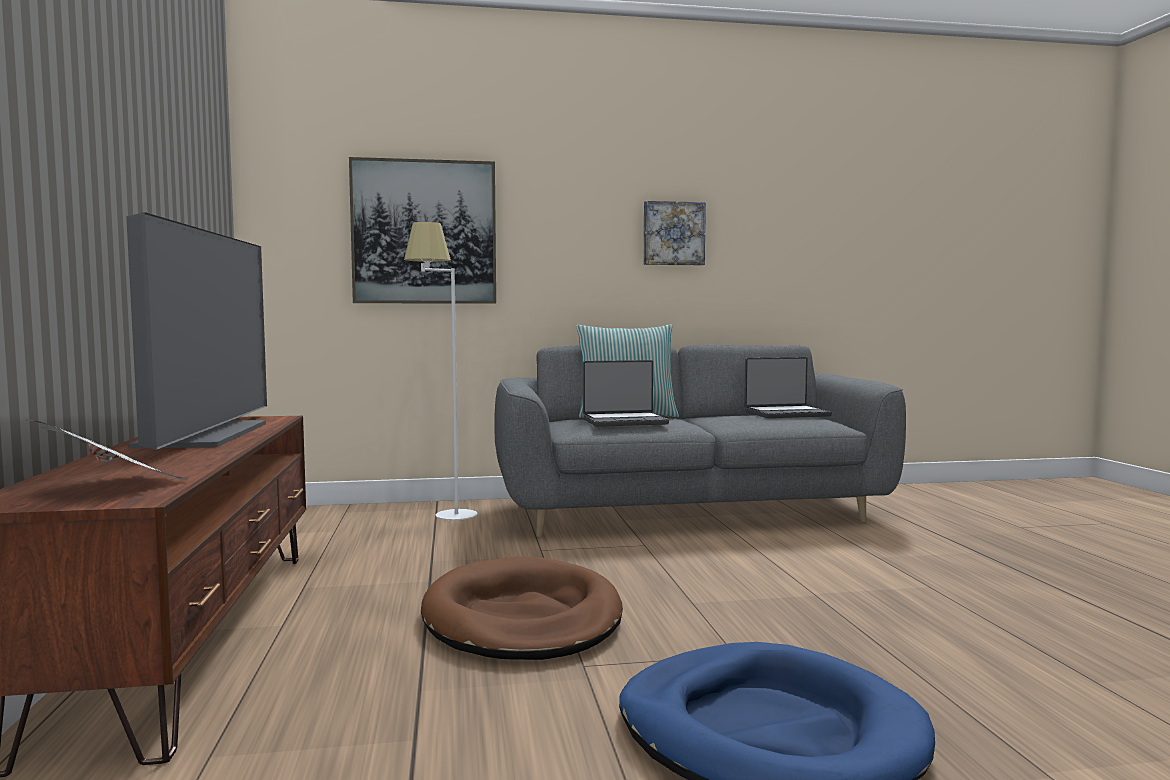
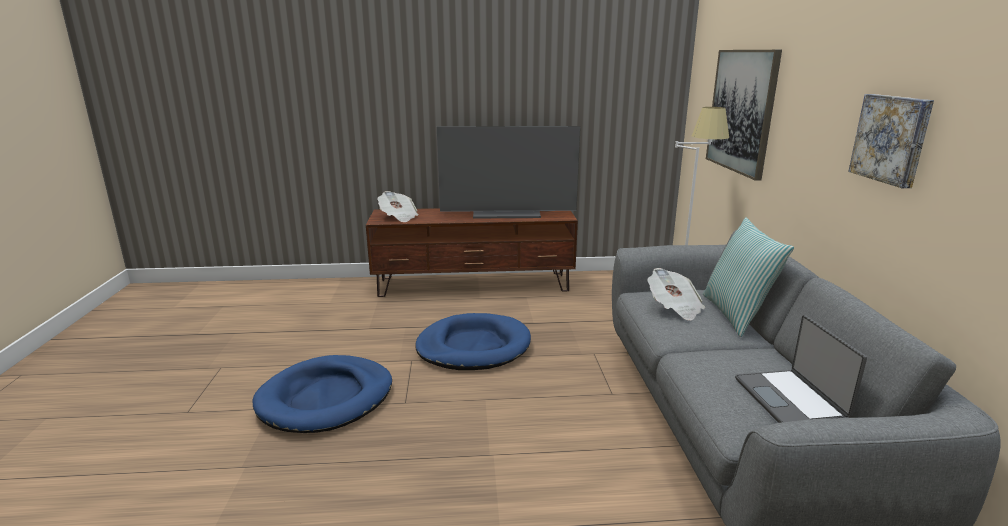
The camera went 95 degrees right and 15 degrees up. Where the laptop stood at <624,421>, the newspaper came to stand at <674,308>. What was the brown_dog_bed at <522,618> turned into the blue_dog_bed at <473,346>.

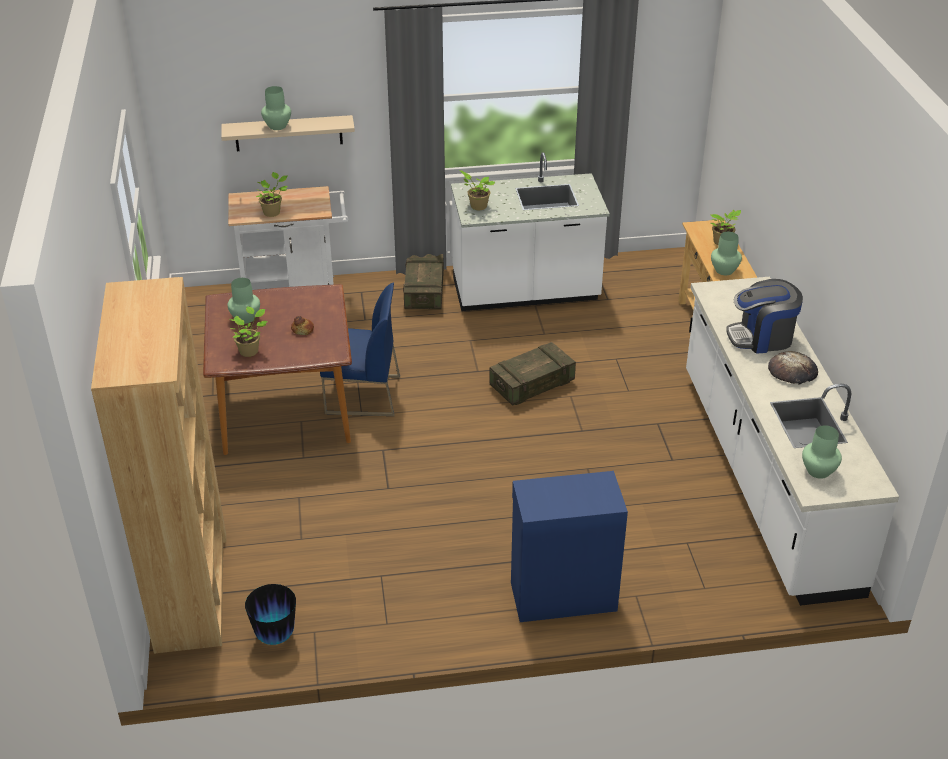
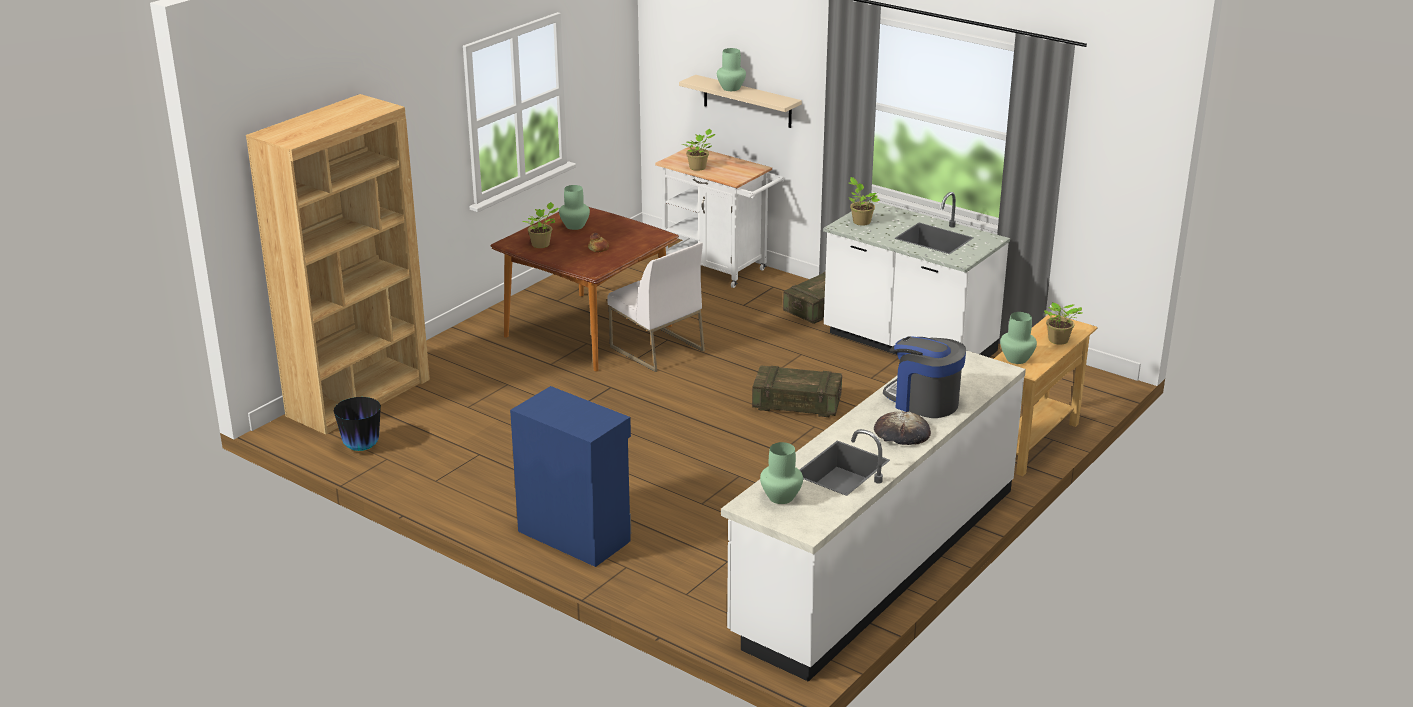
The camera went 45 degrees right and 10 degrees down. What was the blue_chair at <362,395> turned into the white_chair at <656,349>.

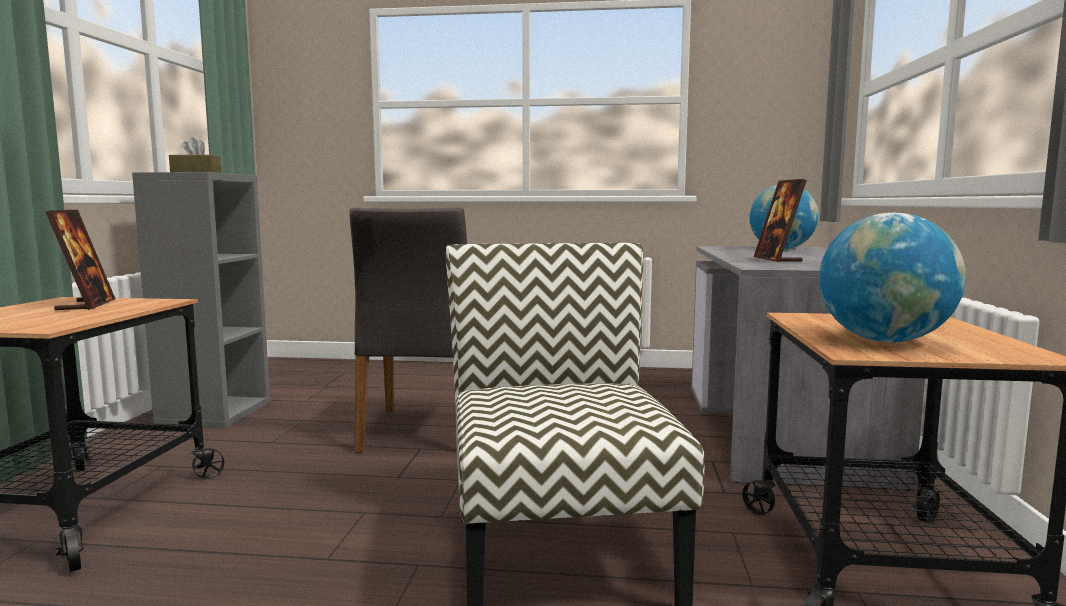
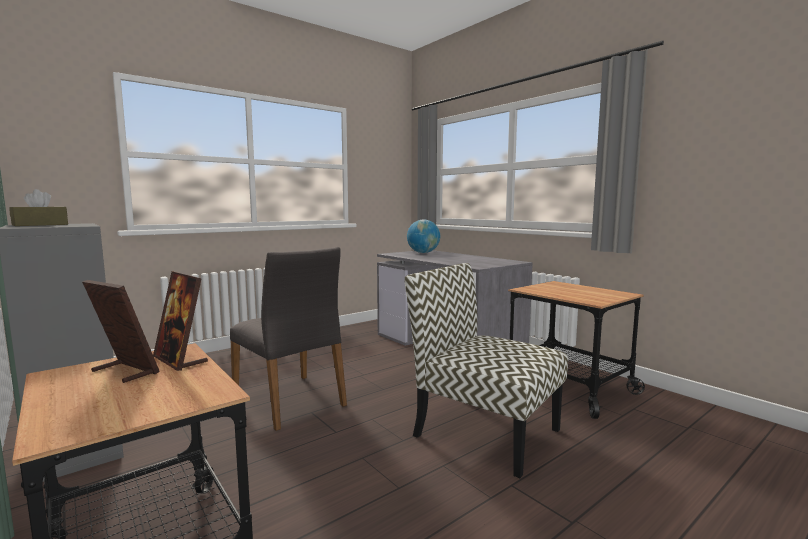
The camera went 45 degrees left and 0 degrees up. The second view lost the globe at <884,341>. The picture_frame ended up elsewhere, having gone from <777,259> to <180,360>.

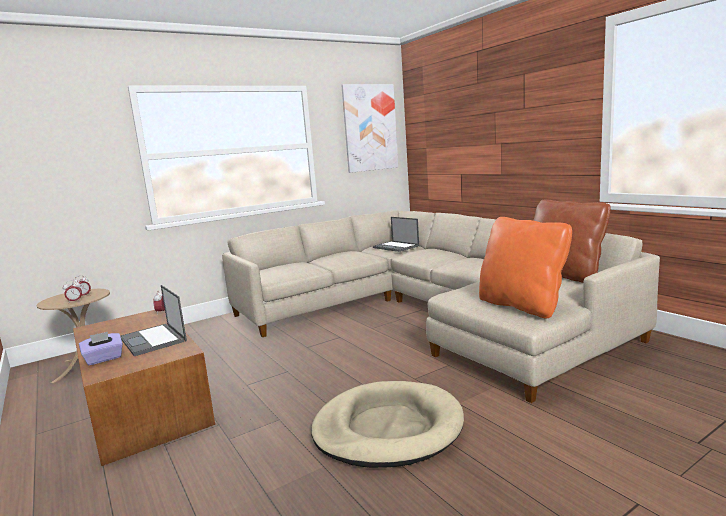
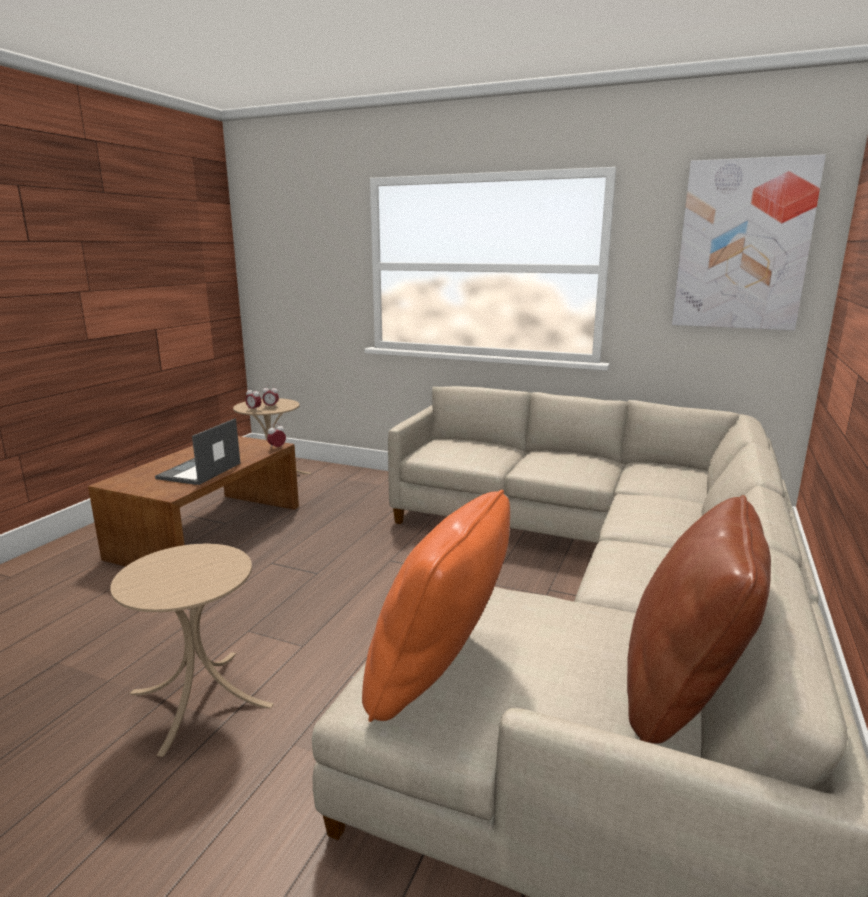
The camera went 55 degrees right and 5 degrees up. The second view lost the purple_tissue_box at <104,359>. The second view lost the laptop at <396,247>. Where the beige_dog_bed stood at <387,428>, the beige_side_table came to stand at <201,699>.

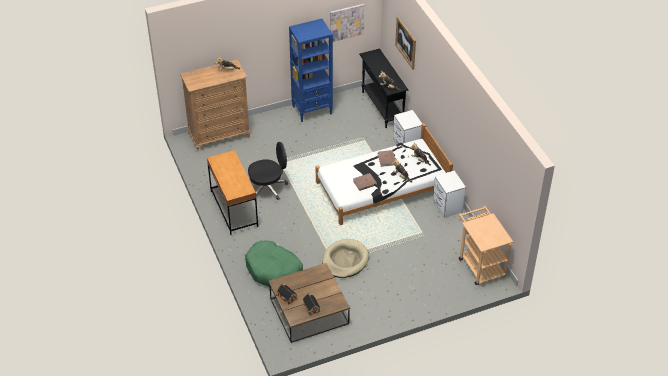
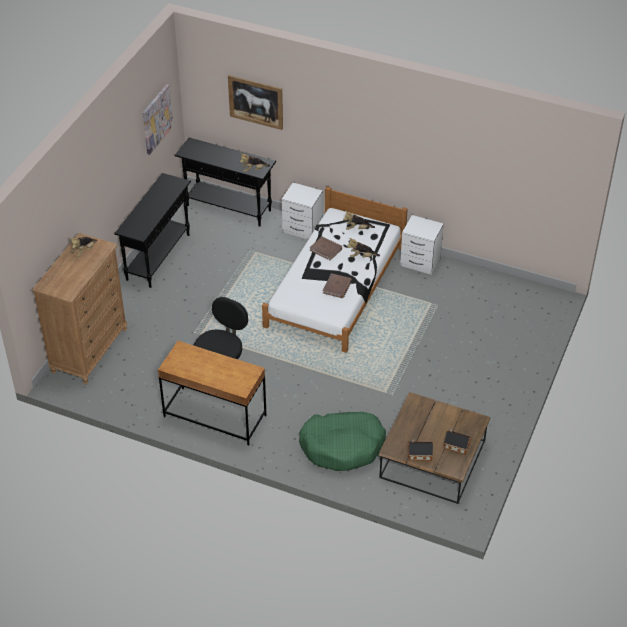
The camera went 45 degrees left and 0 degrees up. The second view lost the beige_dog_bed at <345,260>. The second view lost the beige_cart at <479,264>. Where the blue_bookcase stood at <312,110>, the black_console_table came to stand at <158,257>.

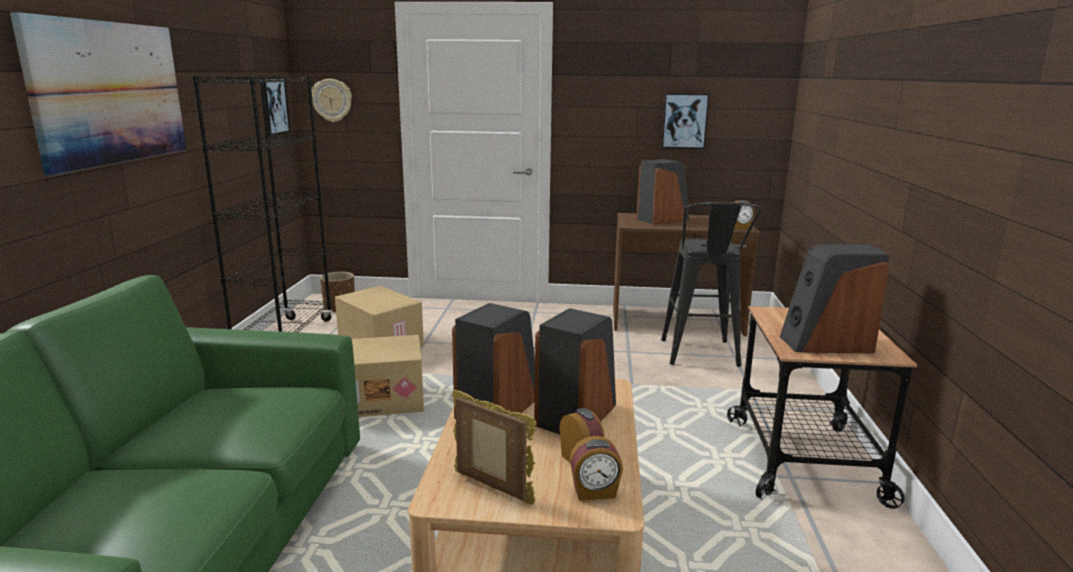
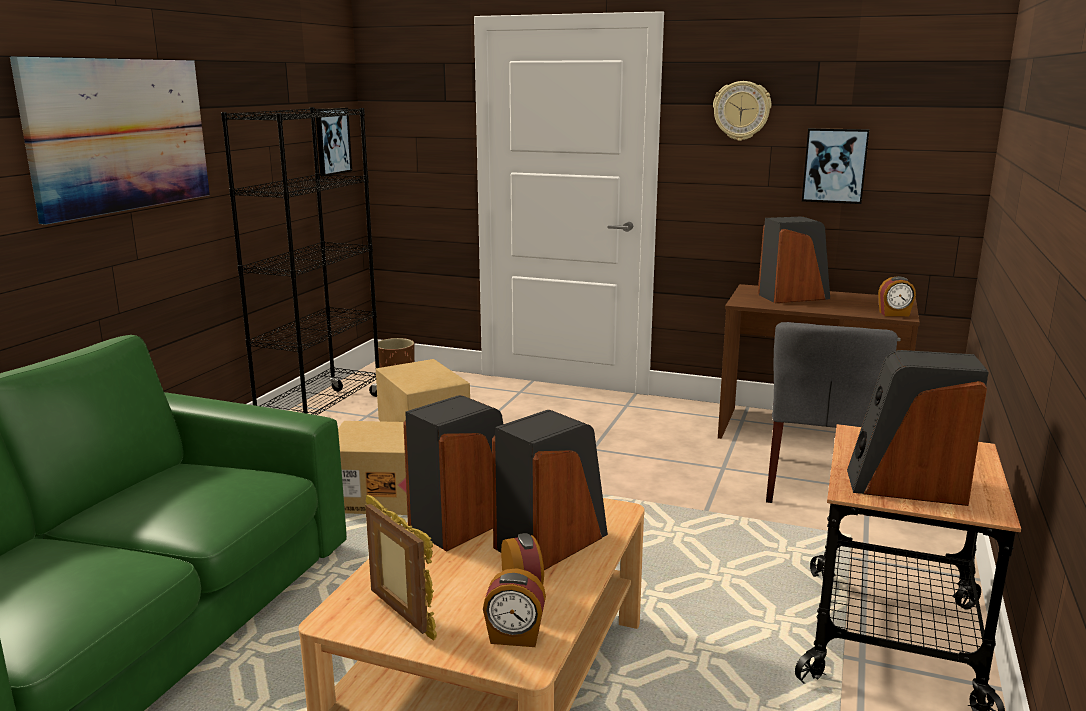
The camera went 15 degrees right and 0 degrees up. The wall_clock ended up elsewhere, having gone from <332,100> to <741,110>. Where the black_stool stood at <700,357>, the grey_chair came to stand at <818,484>.

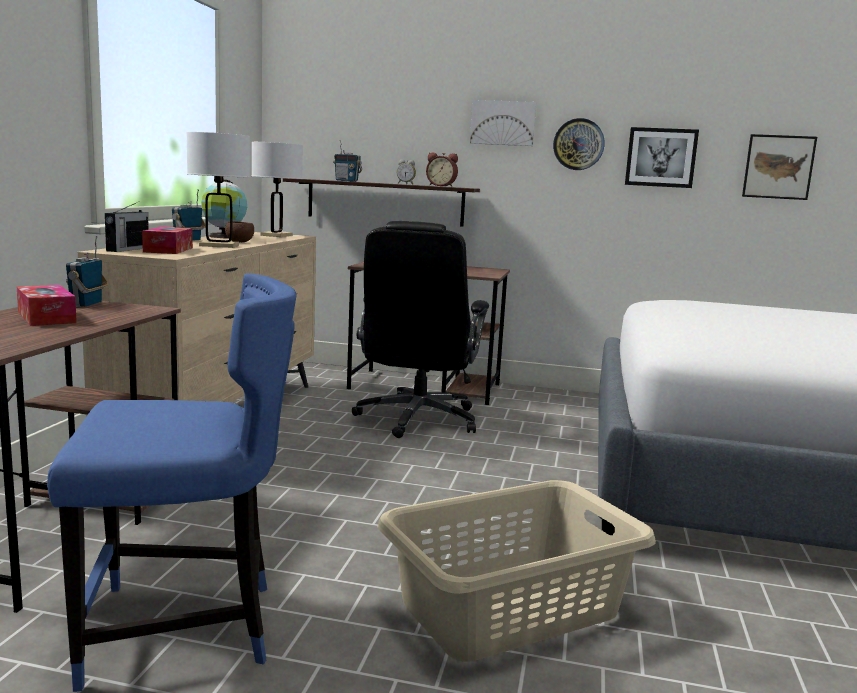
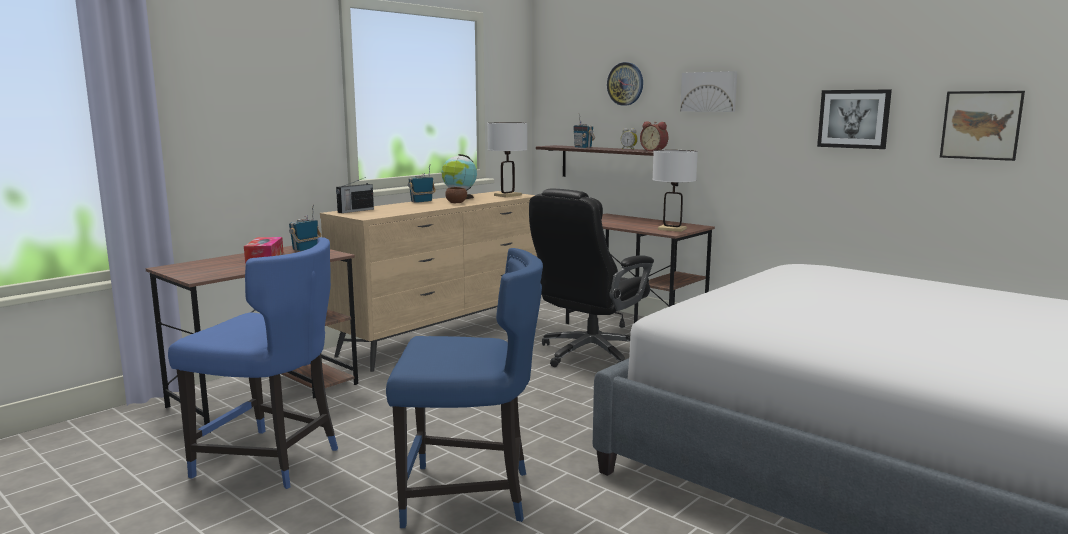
The camera went 30 degrees right and 0 degrees up. The second view lost the tissue_box at <168,250>. The white_table_lamp ended up elsewhere, having gone from <219,245> to <672,229>. The wall_clock ended up elsewhere, having gone from <578,144> to <625,84>. Where the beige_laundry_basket stood at <511,608>, the blue_chair came to stand at <470,496>.

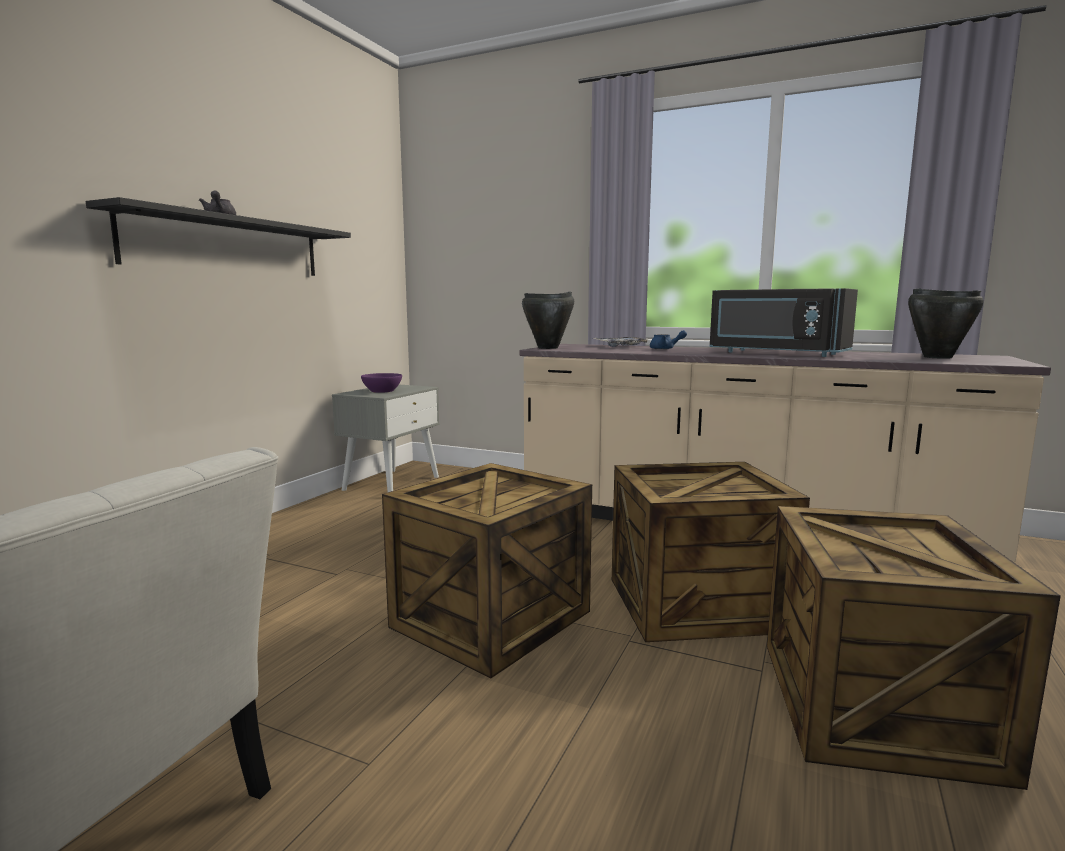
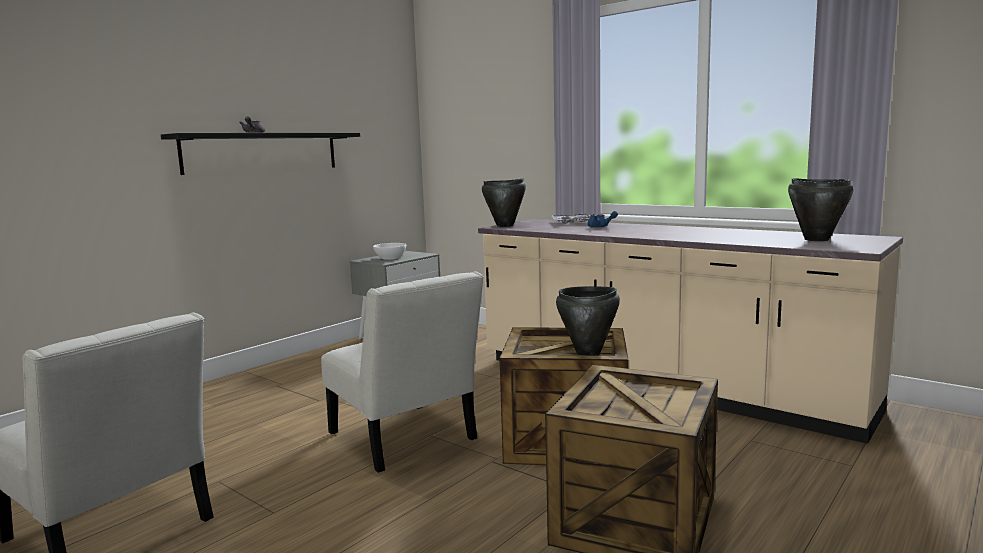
The camera went 15 degrees right and 0 degrees up. The second view lost the black_microwave at <775,353>. The second view gained the black_cooking_pot at <588,353>. Where the crate stood at <493,620>, the white_chair came to stand at <405,439>. What was the purple_bowl at <382,391> turned into the white_bowl at <390,258>.

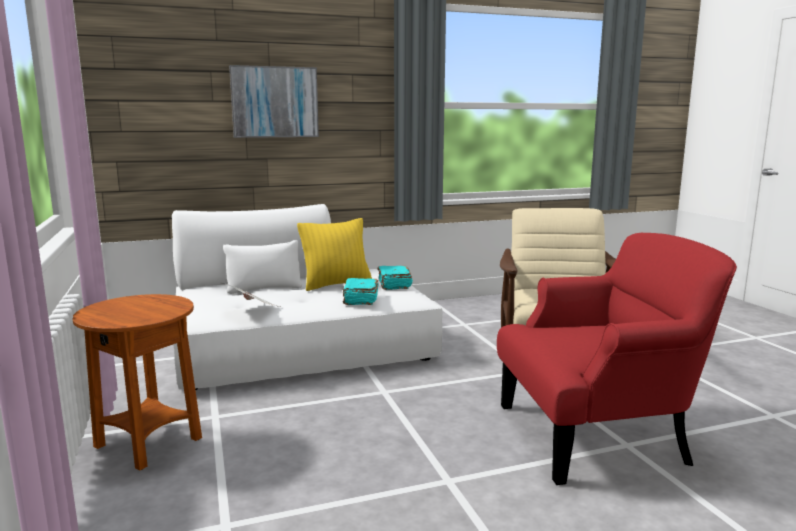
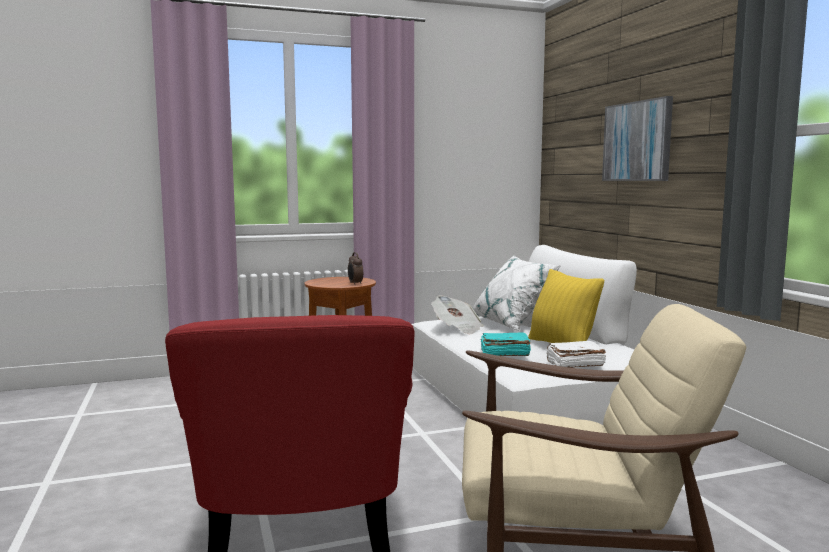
The camera went 90 degrees right and 5 degrees down. The second view gained the alarm_clock at <355,284>. The second view gained the white_pillow at <512,324>. What was the turquoise_book at <394,285> turned into the white_book at <574,364>.

